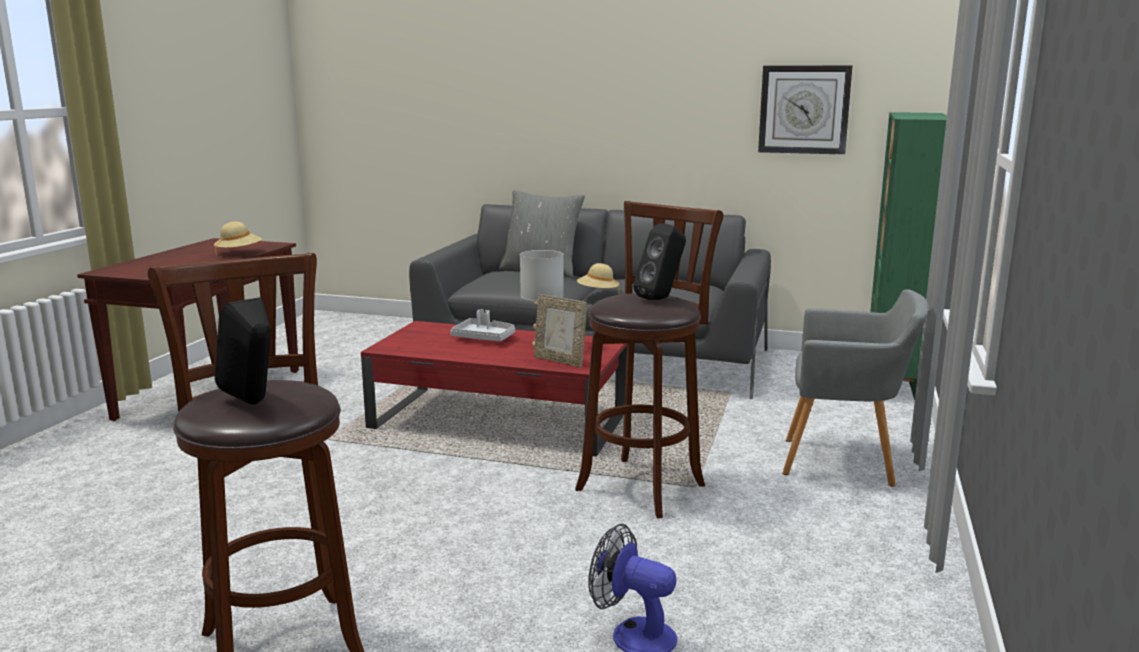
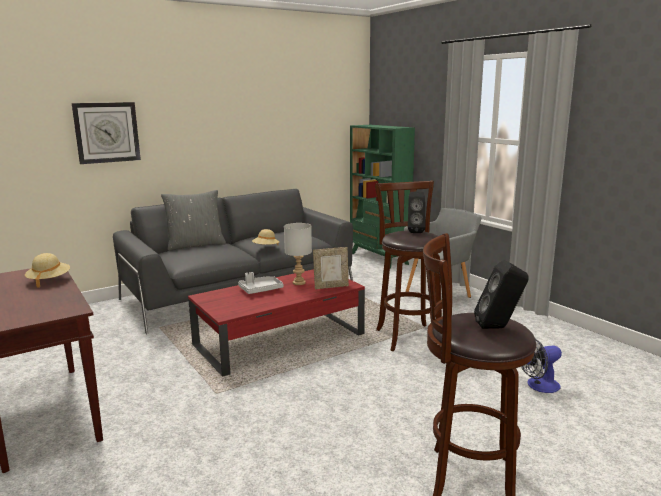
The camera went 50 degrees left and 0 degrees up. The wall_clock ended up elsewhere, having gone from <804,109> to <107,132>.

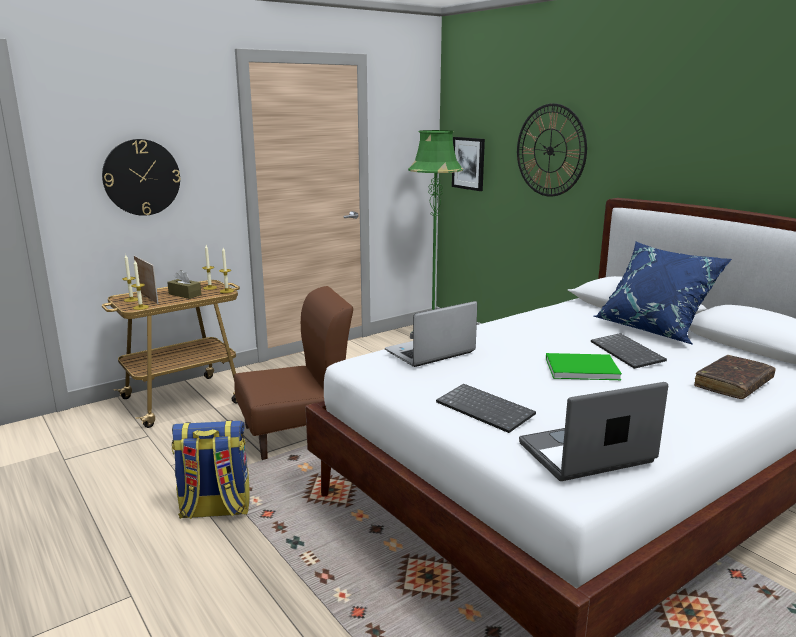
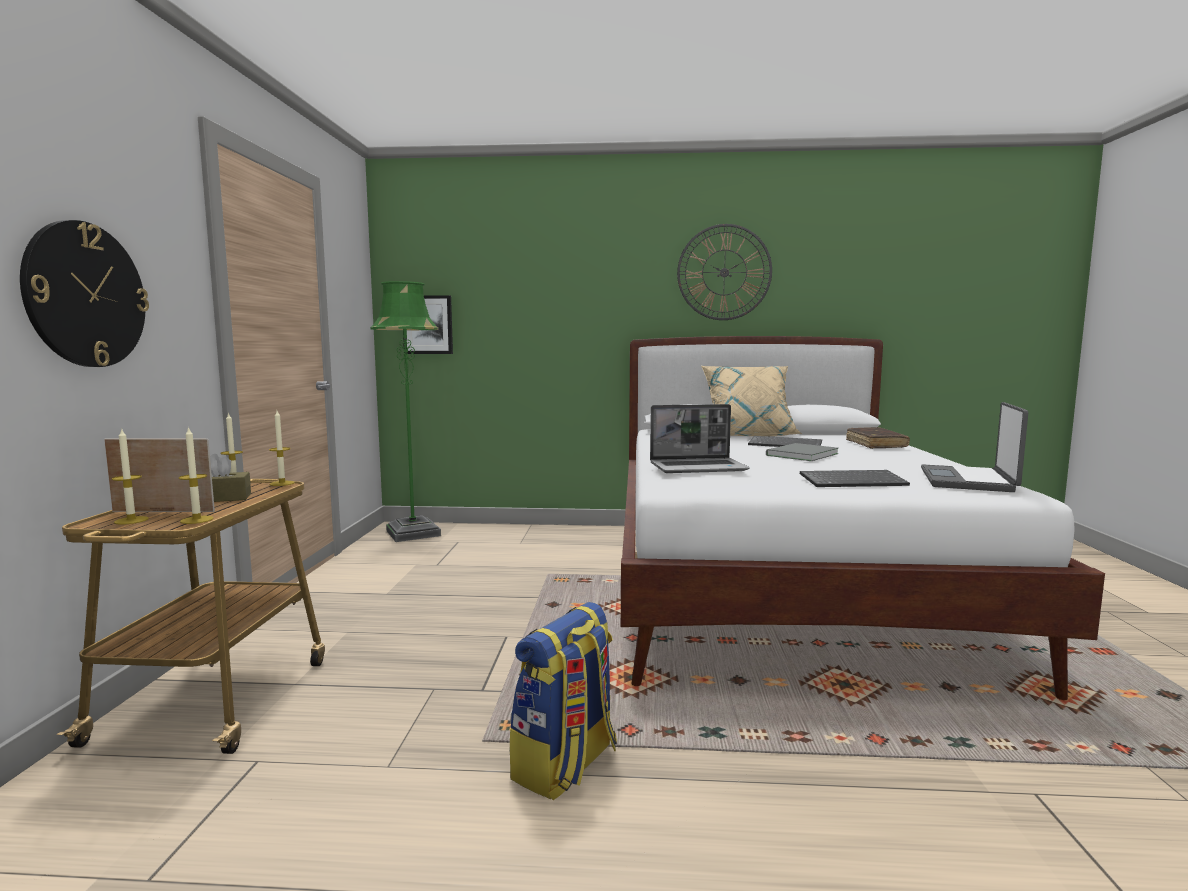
The camera went 50 degrees left and 10 degrees down. The second view lost the brown_chair at <296,435>. The wall_clock ended up elsewhere, having gone from <550,150> to <724,272>. What was the green_book at <579,368> turned into the grey_book at <799,454>. What was the blue_pillow at <654,329> turned into the beige_pillow at <748,435>. The laptop at <429,353> ended up facing another way, 105 degrees counterclockwise from before.

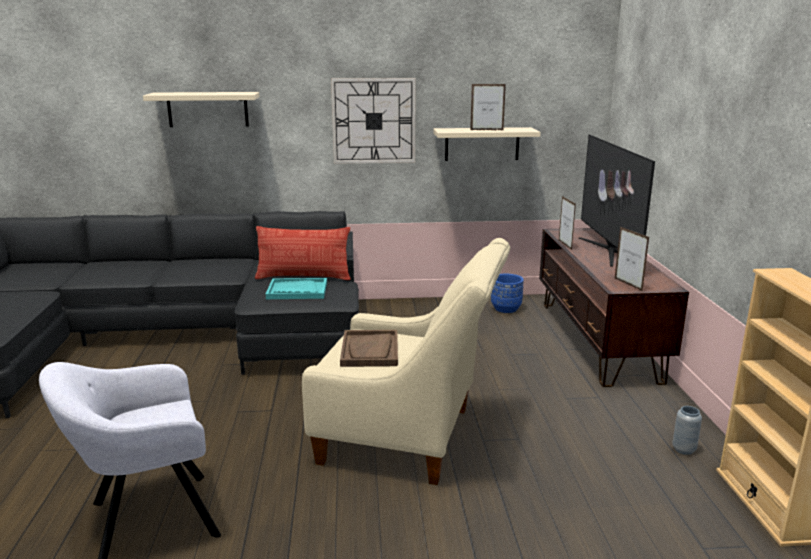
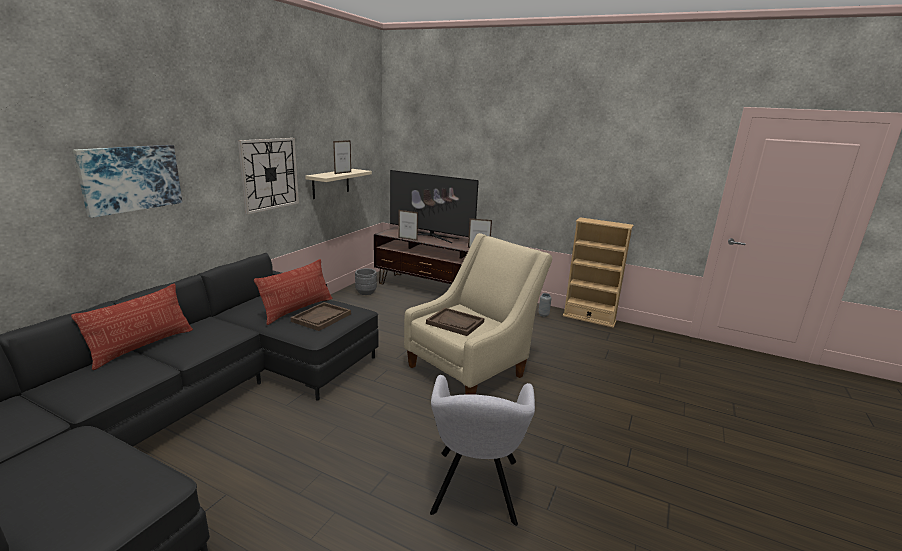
The camera went 60 degrees left and 0 degrees up. The second view gained the pillow at <142,346>. Where the beige_shelf hung at <208,109>, the picture came to hang at <131,178>. What was the turquoise_tray at <297,291> turned into the brown_tray at <321,318>. What was the blue_planter at <506,309> turned into the grey_planter at <366,292>.

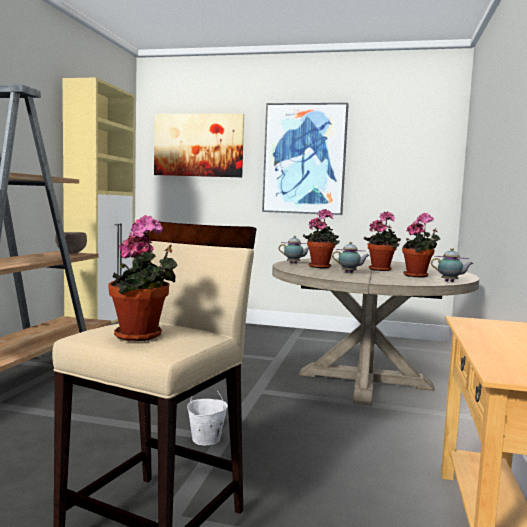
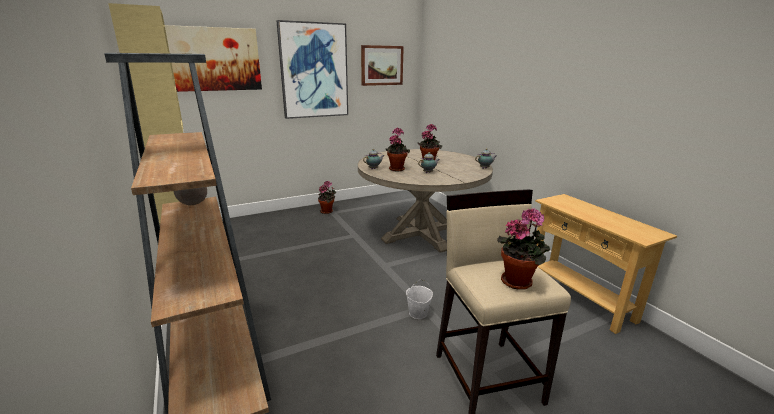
The camera went 40 degrees left and 15 degrees up. The second view gained the picture at <382,65>. The potted_plant ended up elsewhere, having gone from <418,276> to <327,211>.

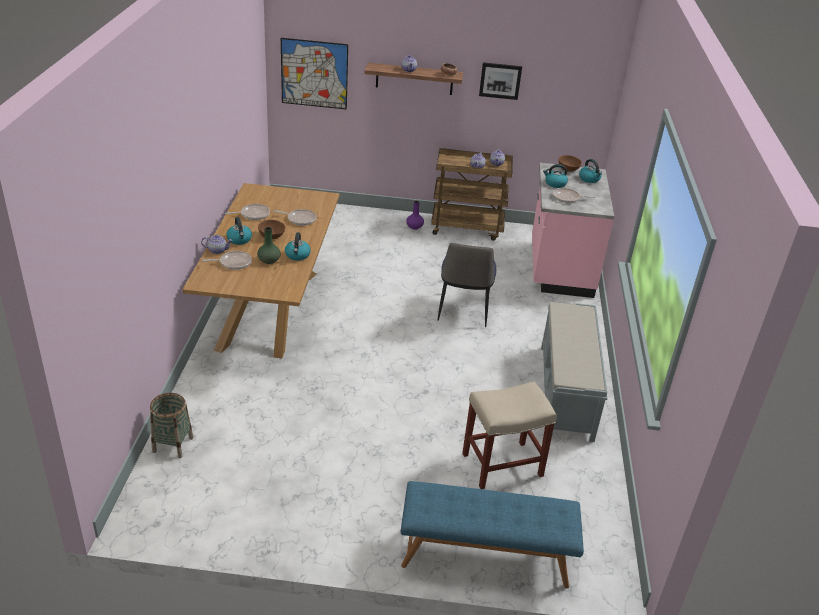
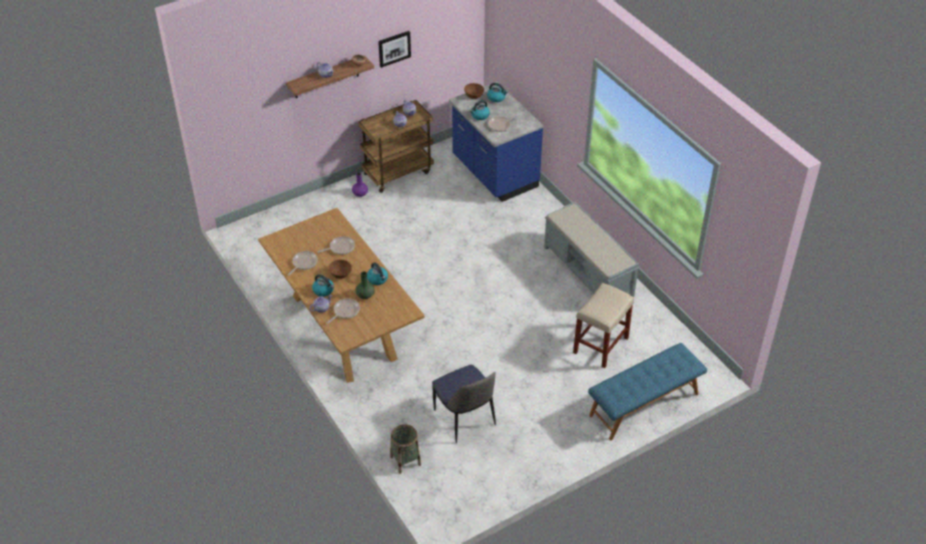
The camera went 35 degrees left and 10 degrees up. The second view lost the picture at <314,74>. The chair ended up elsewhere, having gone from <463,311> to <465,419>. What was the pink_counter at <559,268> turned into the blue_counter at <494,173>.

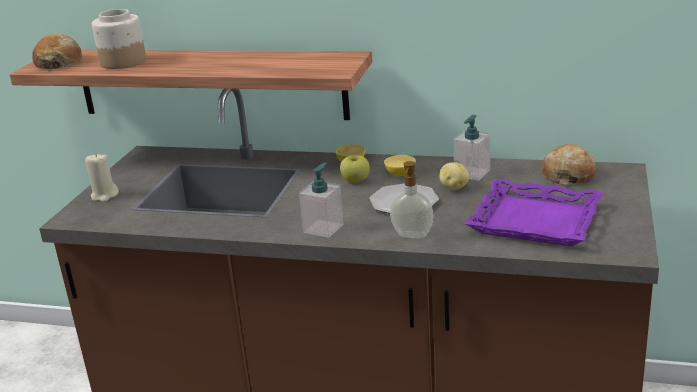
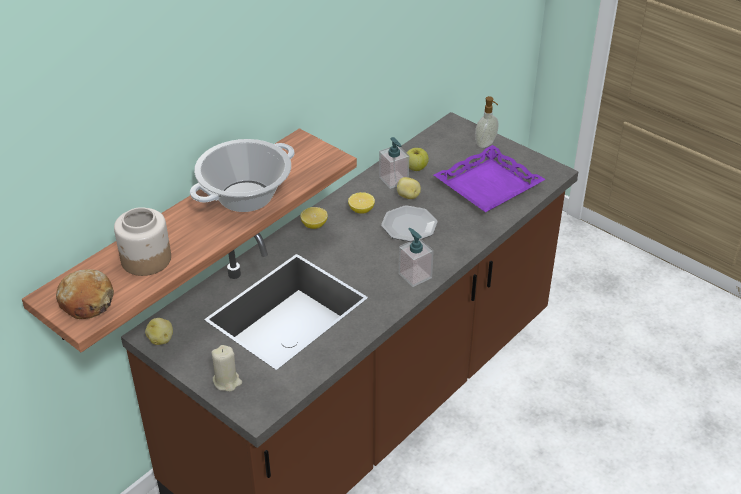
The camera went 65 degrees left and 15 degrees up. The second view lost the bread at <568,175>. The second view gained the potato at <161,339>. The second view gained the cooking_pot at <245,196>. The apple ended up elsewhere, having gone from <355,181> to <416,168>. The soap_dispenser ended up elsewhere, having gone from <412,236> to <486,144>.

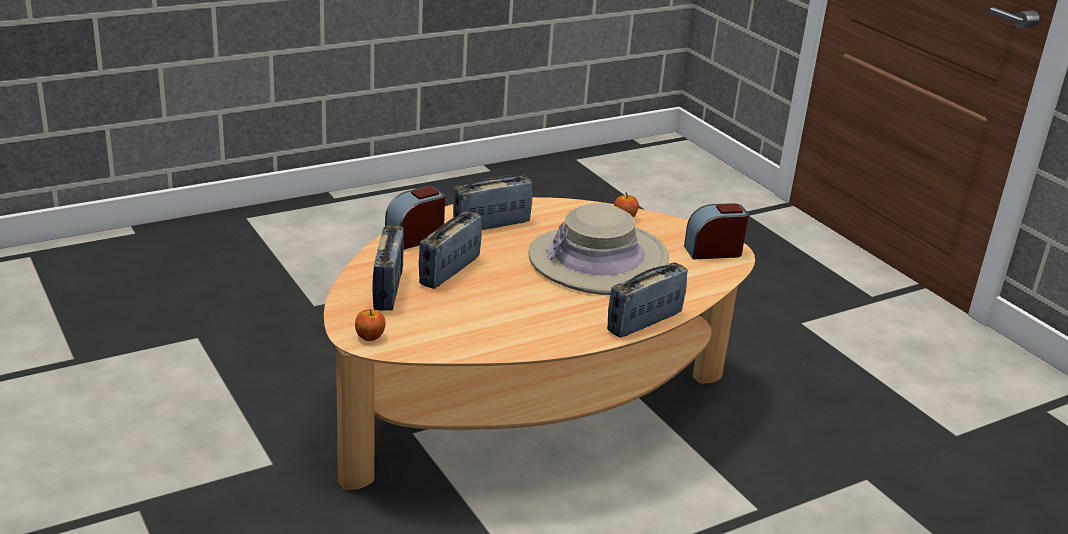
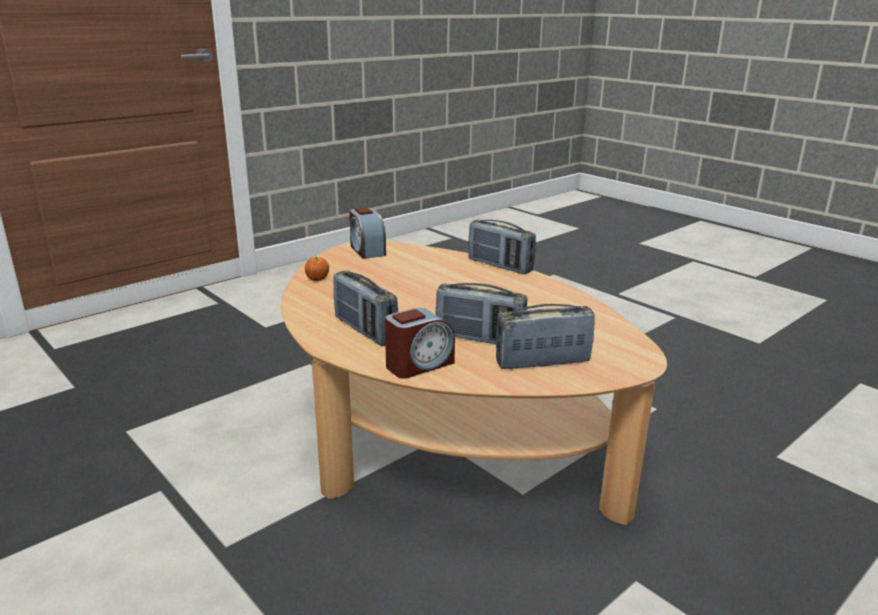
The camera went 100 degrees left and 5 degrees down. The second view lost the apple at <370,336>. The second view lost the beige_hat at <598,260>. The alarm_clock at <415,238> ended up facing another way, 75 degrees counterclockwise from before.

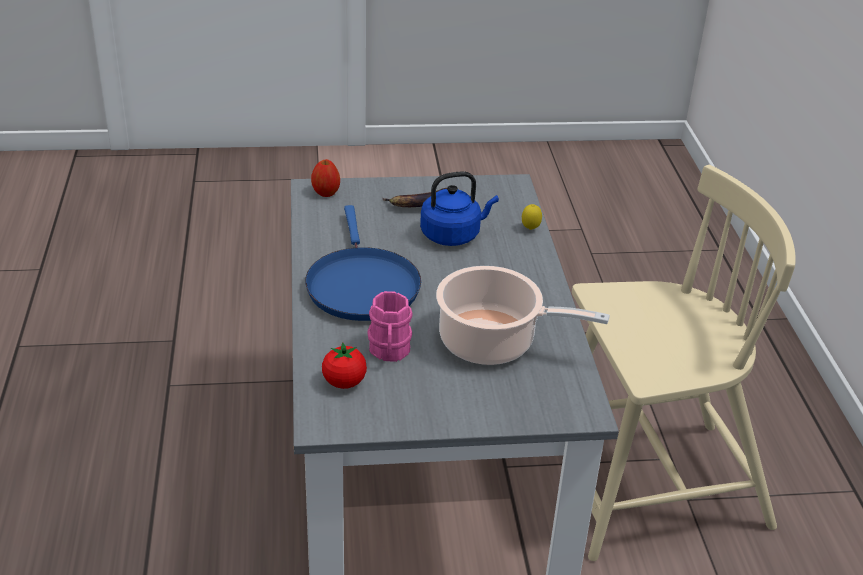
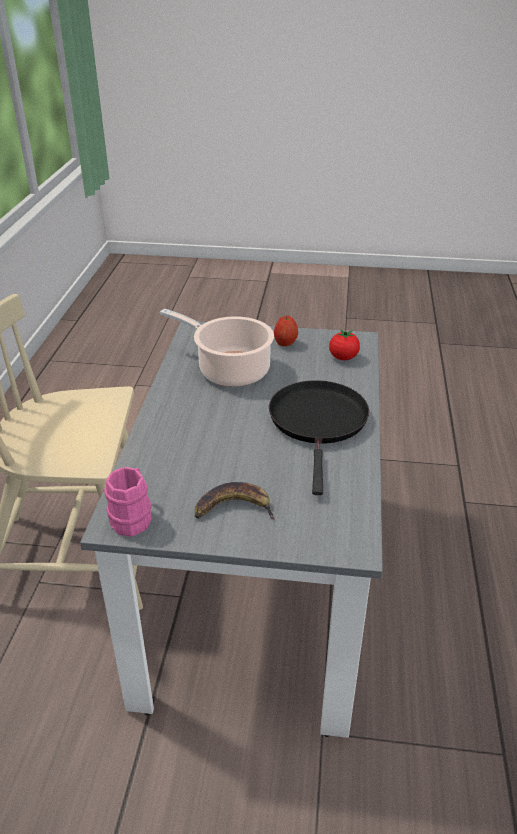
The camera went 165 degrees left and 0 degrees up. The second view lost the blue_kettle at <453,235>. The second view lost the lemon at <530,229>. The apple ended up elsewhere, having gone from <326,193> to <285,344>. The pink_mug ended up elsewhere, having gone from <389,352> to <133,516>. What was the blue_frying_pan at <361,285> turned into the black_frying_pan at <318,422>.

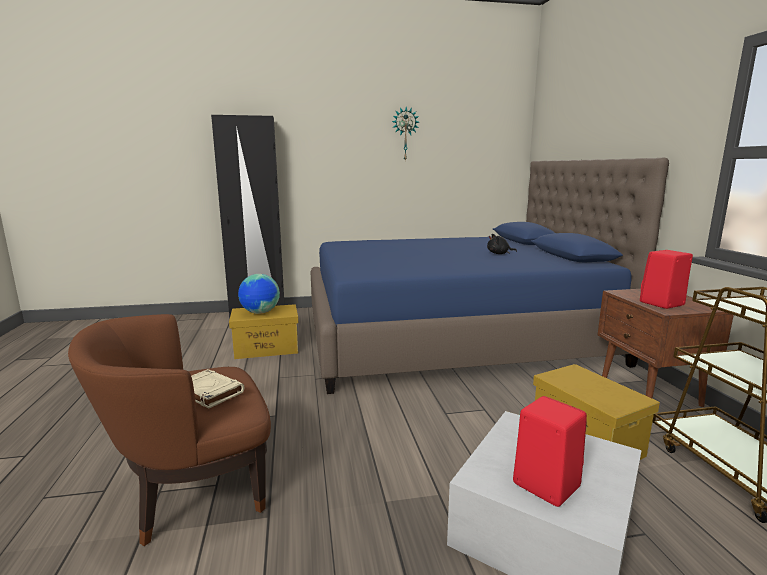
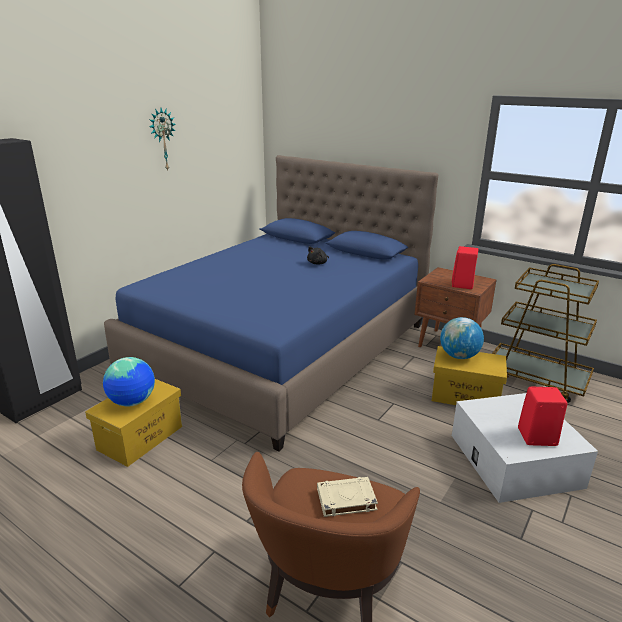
The camera went 45 degrees left and 10 degrees up. The second view gained the globe at <459,356>.

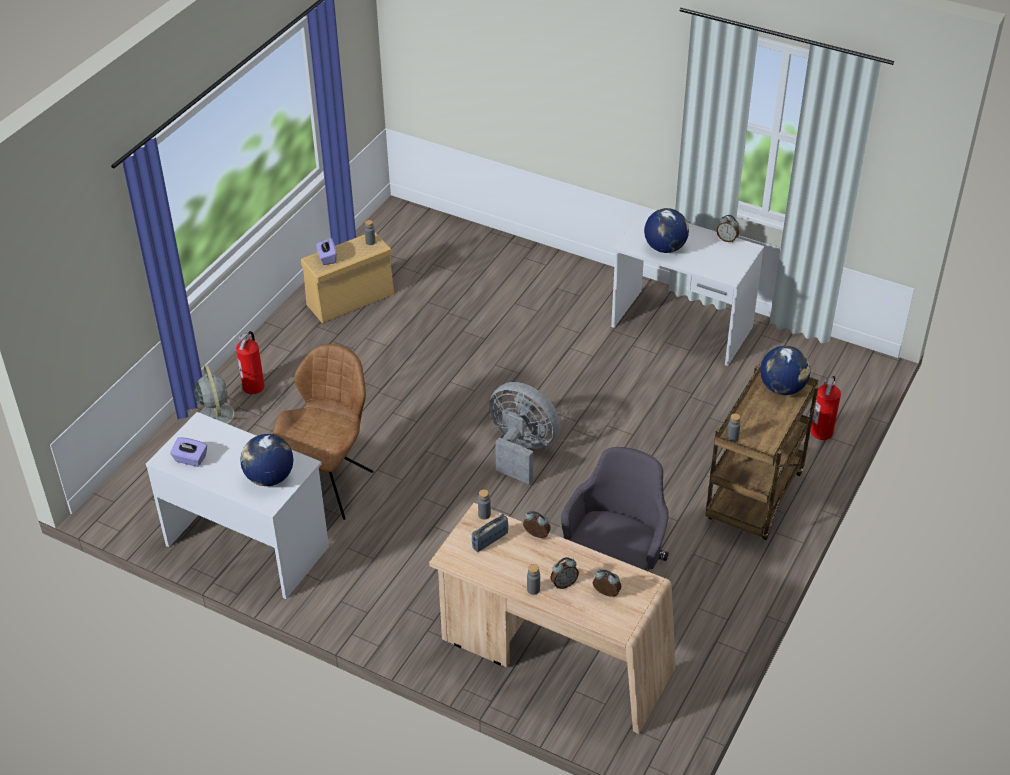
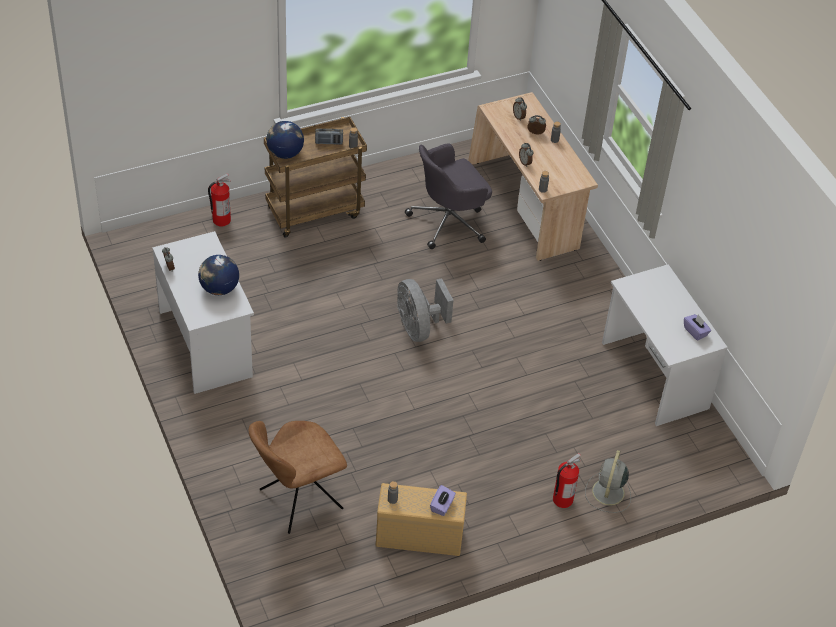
The camera went 145 degrees left and 5 degrees up. The second view lost the globe at <269,478>. The brown_chair ended up elsewhere, having gone from <329,484> to <298,500>. The radio ended up elsewhere, having gone from <490,540> to <329,142>.

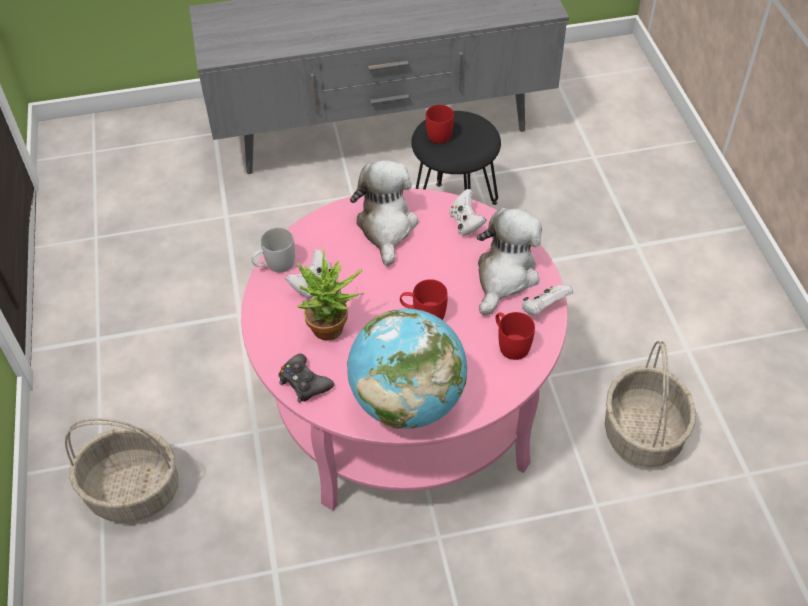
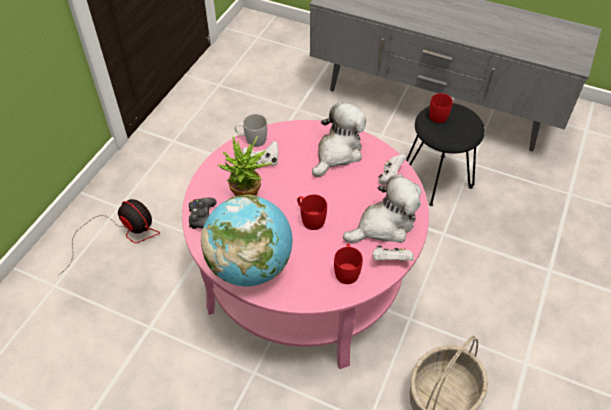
The camera went 35 degrees right and 0 degrees up. Where the basket stood at <134,490>, the fan came to stand at <120,234>.

